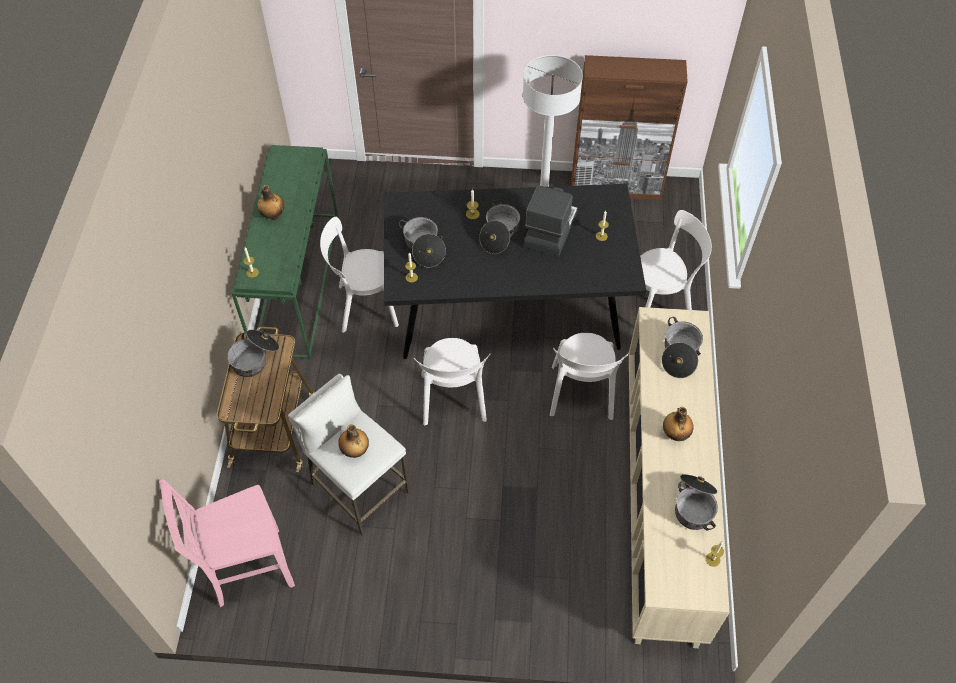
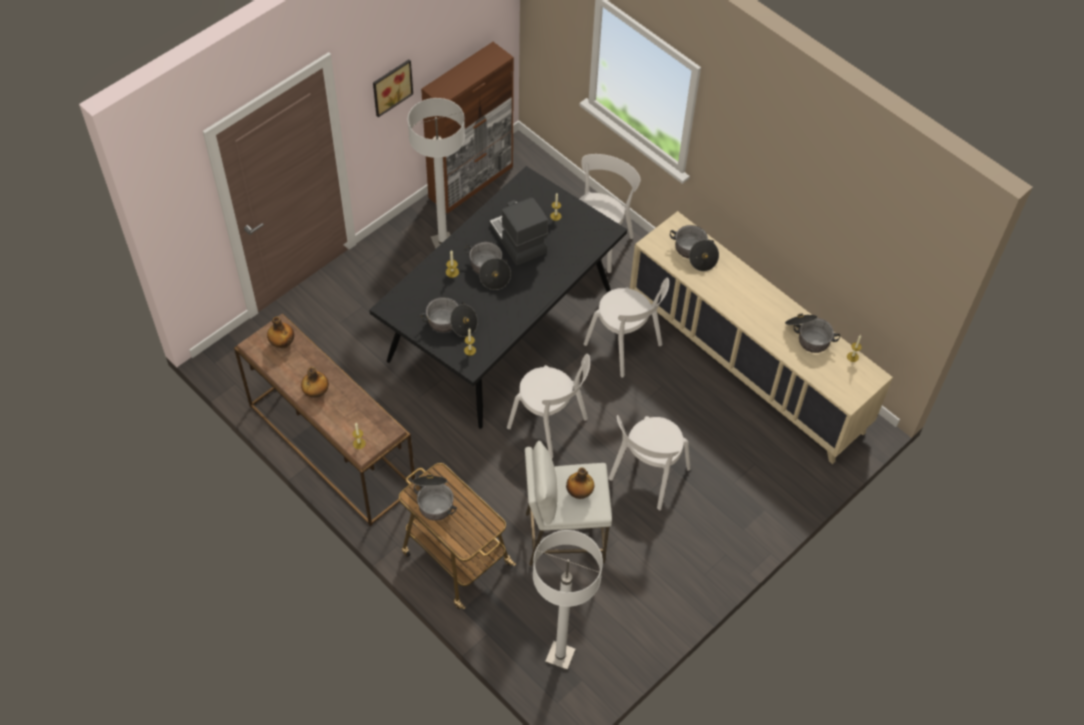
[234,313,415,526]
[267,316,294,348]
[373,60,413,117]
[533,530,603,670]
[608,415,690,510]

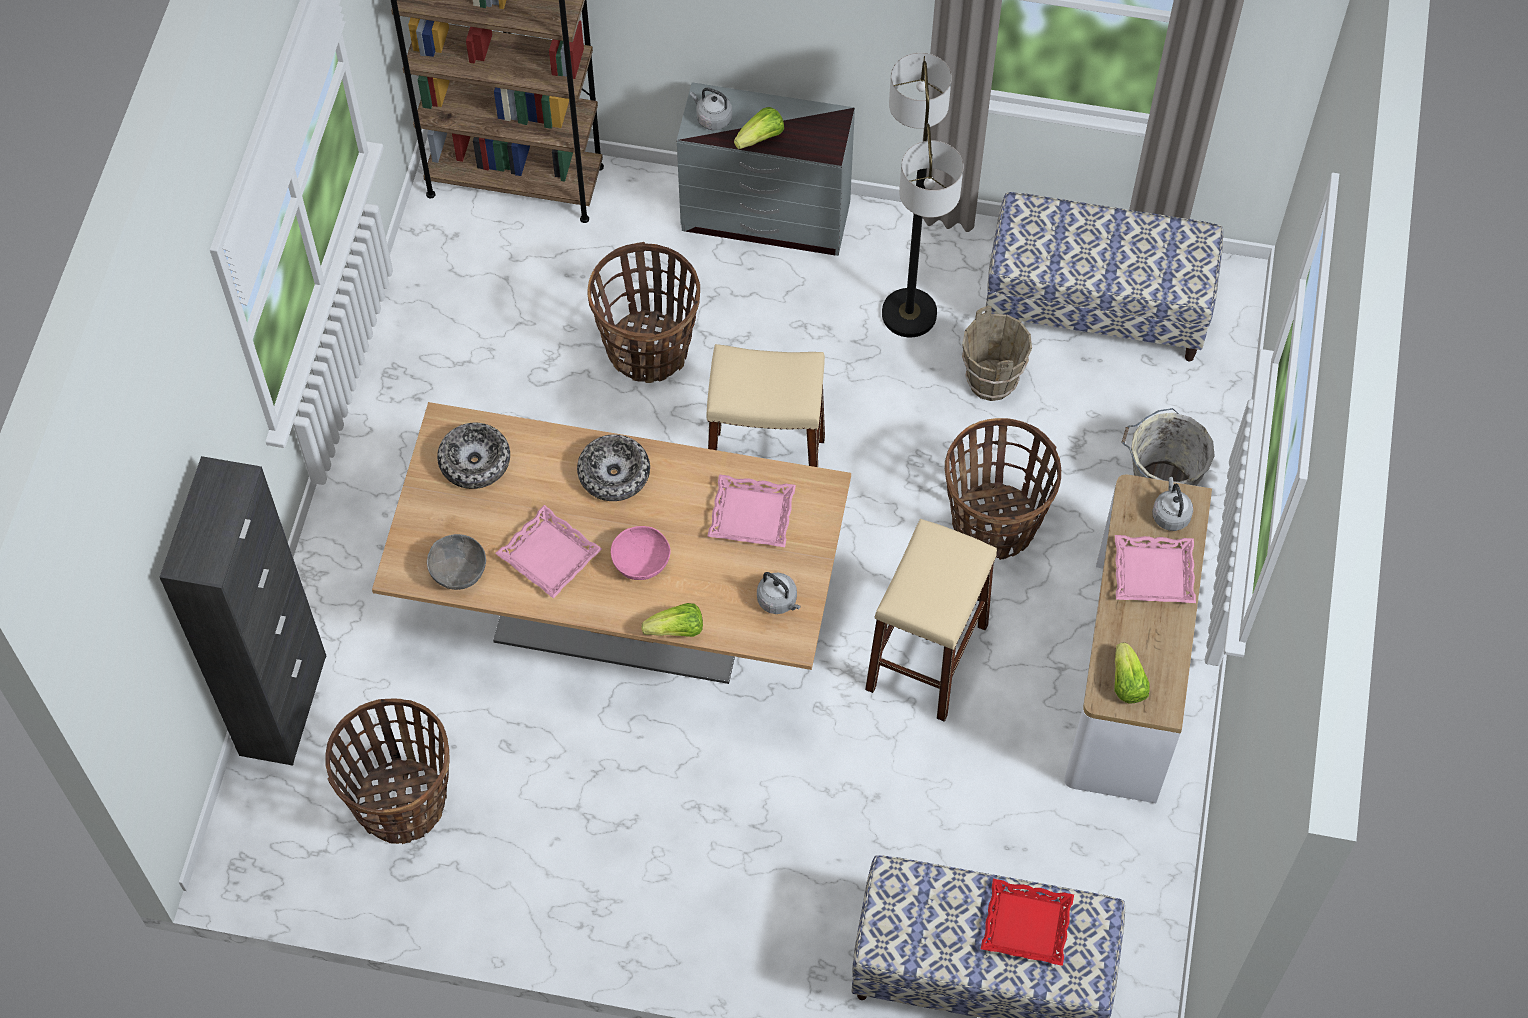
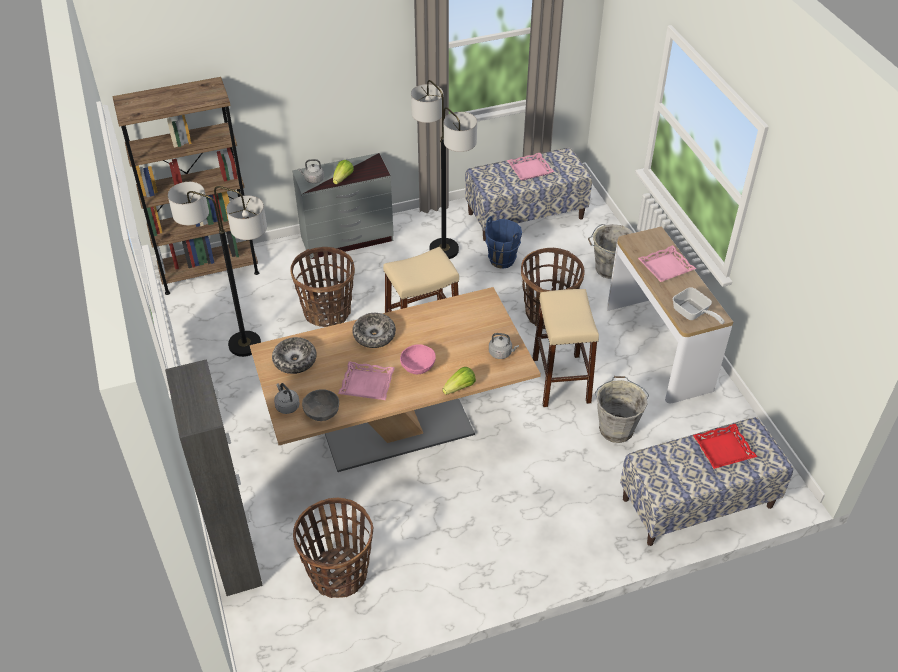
[168,182,267,357]
[274,383,300,414]
[485,216,522,269]
[507,153,554,180]
[595,376,649,443]
[673,287,725,324]

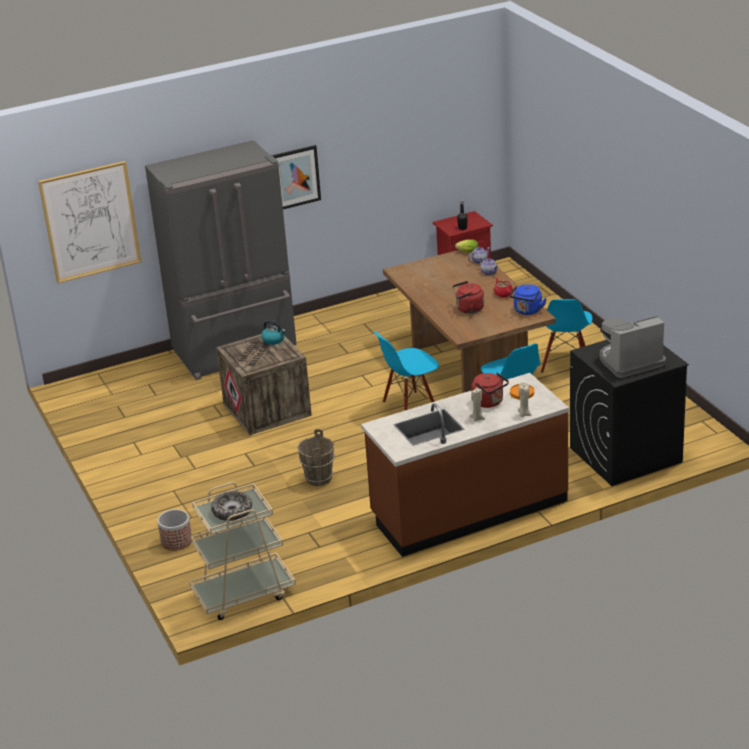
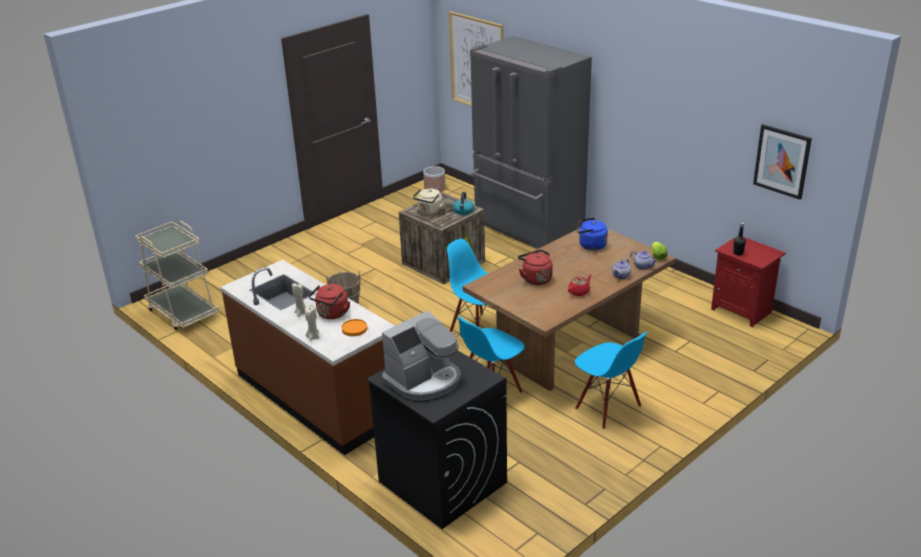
[382,311,461,401]
[413,189,445,215]
[423,166,445,192]
[575,332,648,429]
[577,217,608,251]
[753,124,812,200]
[211,491,252,521] (first image)

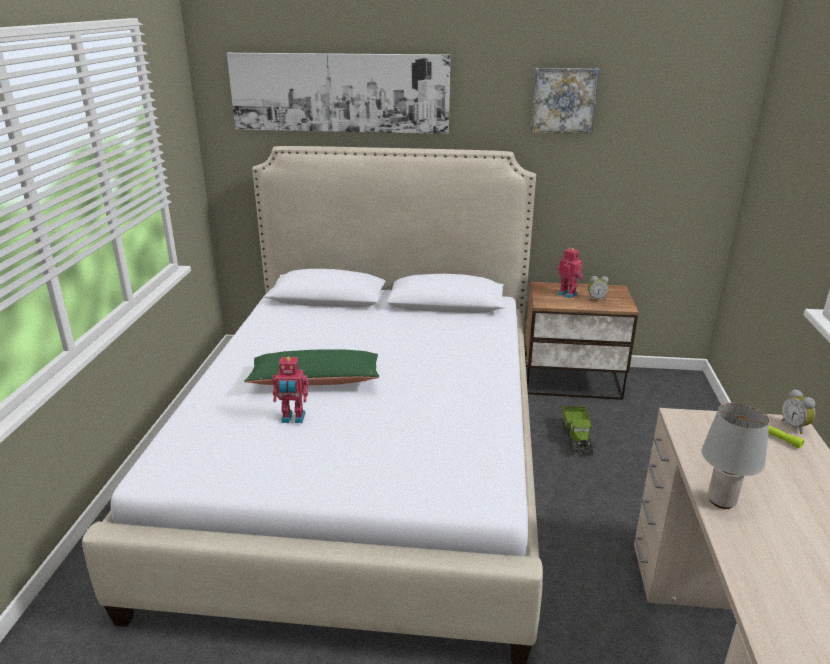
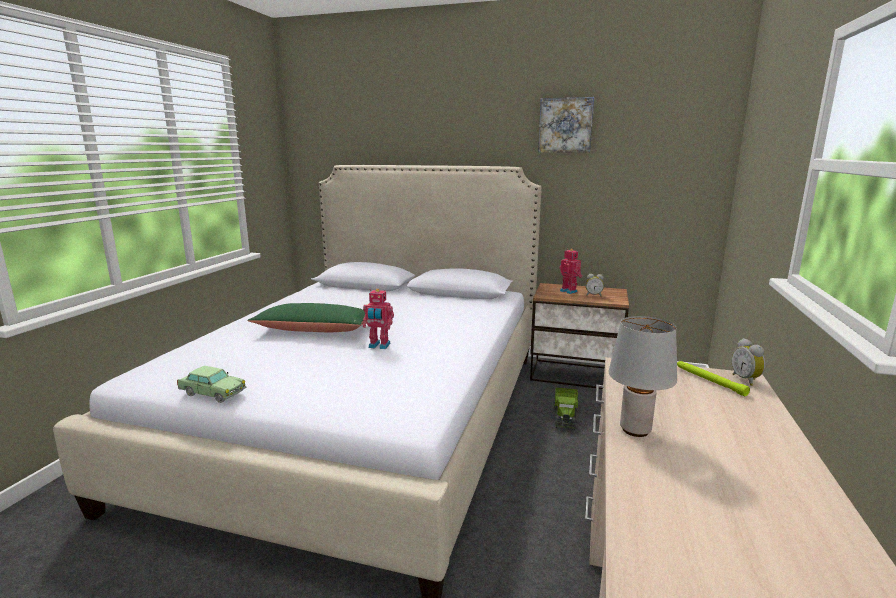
[177,366,246,403]
[363,289,394,349]
[227,53,450,134] (first image)

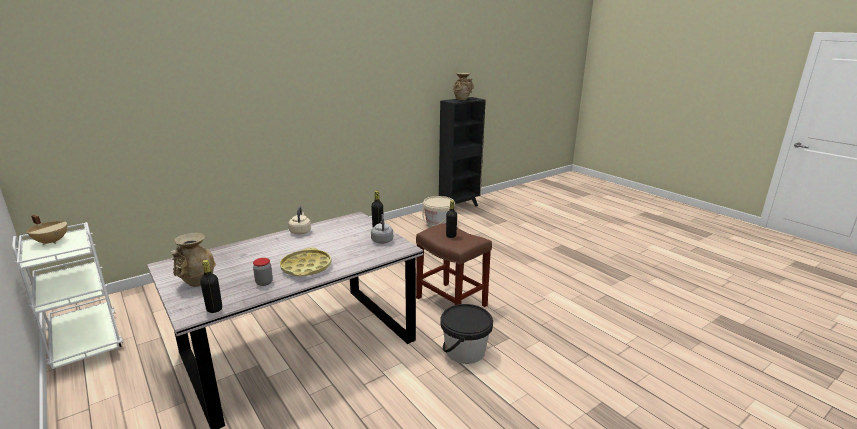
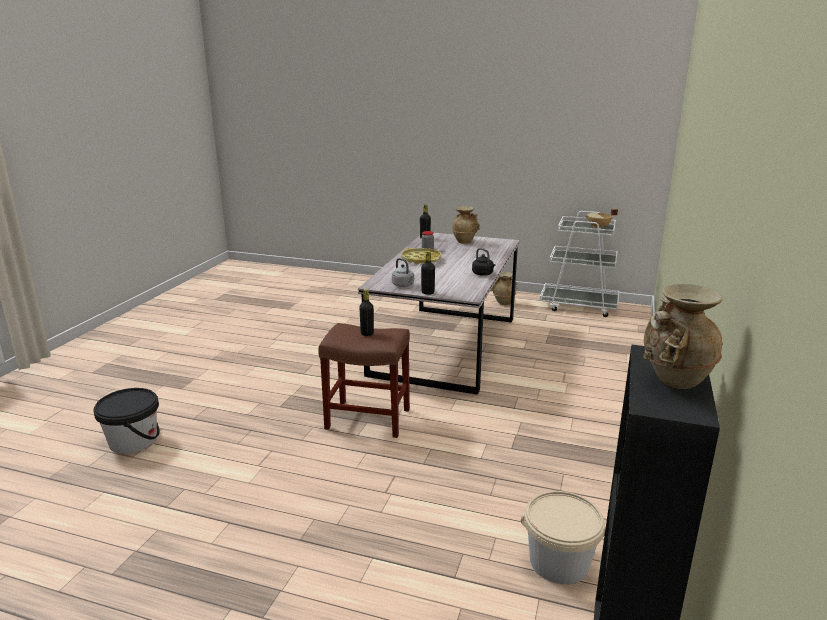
[94,388,160,454]
[472,248,495,276]
[491,271,517,305]

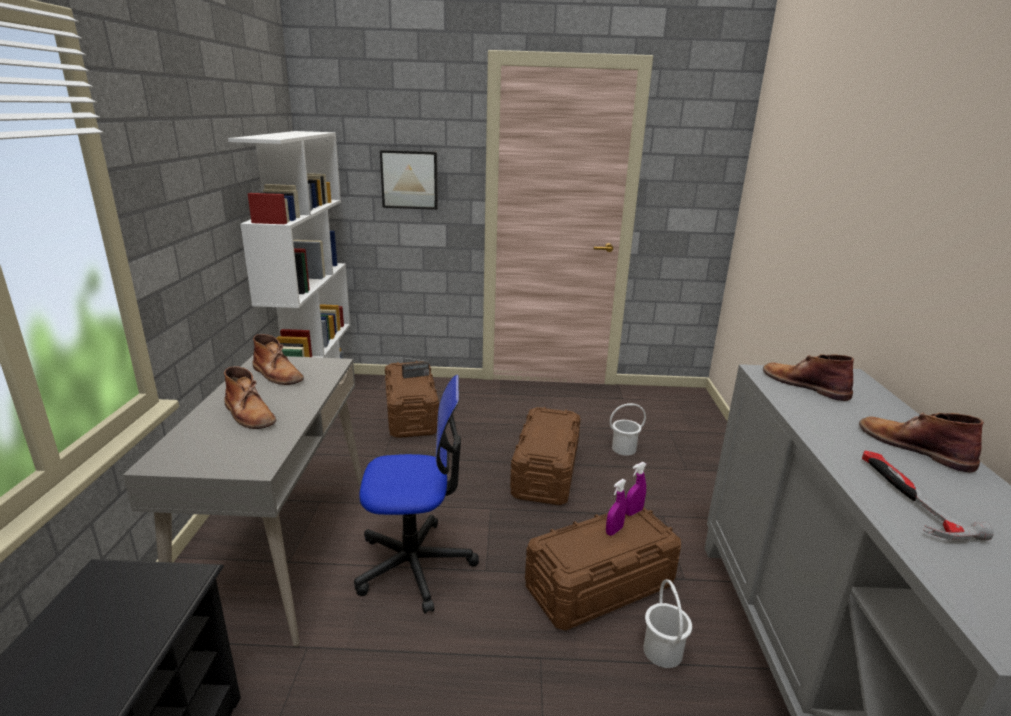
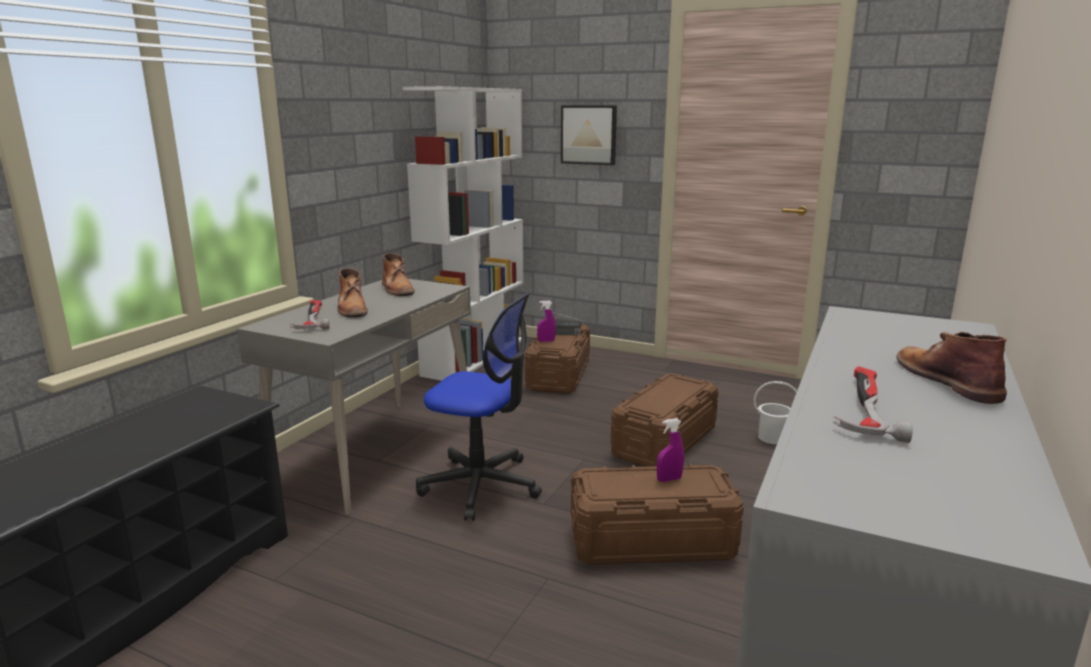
[291,300,329,329]
[537,301,556,342]
[643,579,692,668] (first image)
[763,354,854,401] (first image)

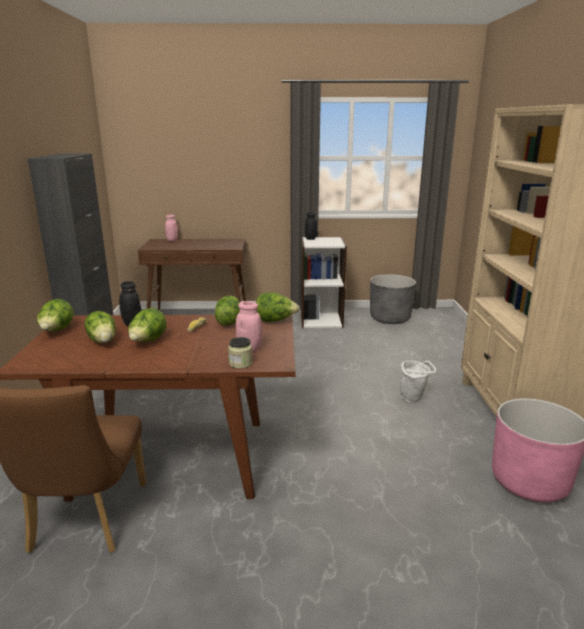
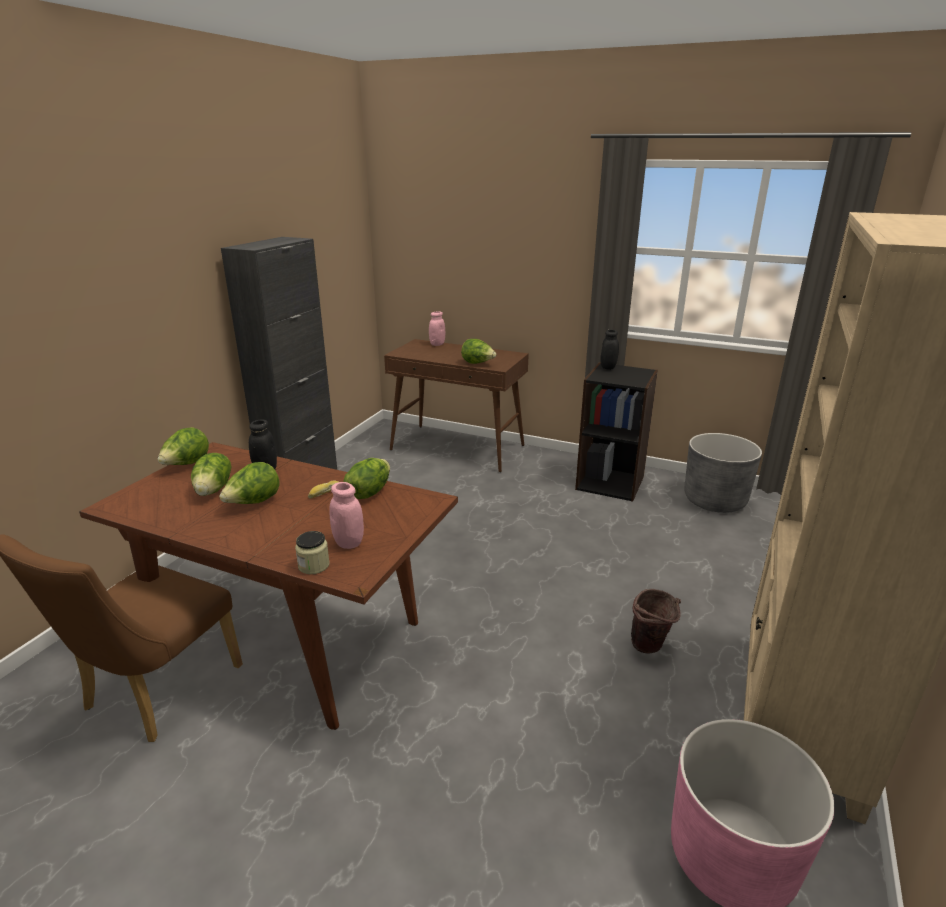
[461,339,496,364]
[575,362,658,502]
[631,589,681,654]

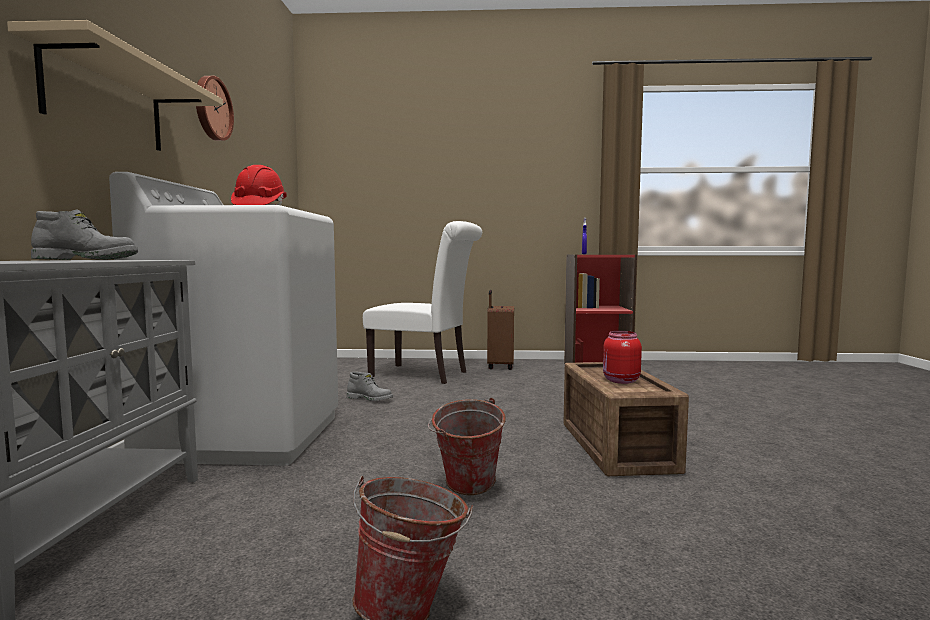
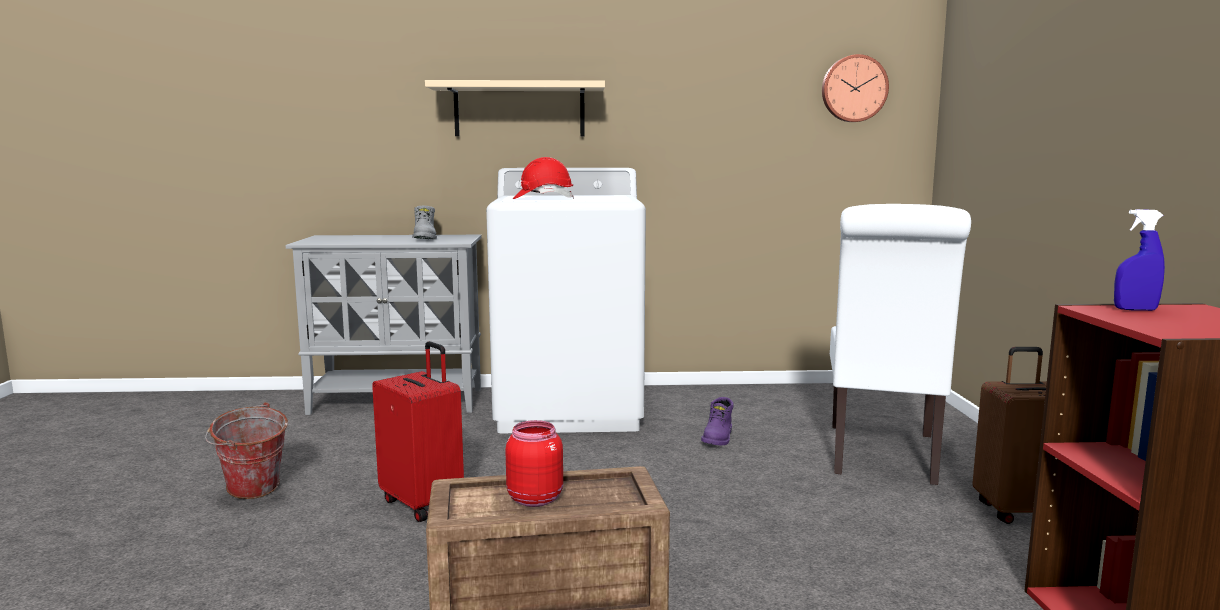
[372,341,464,522]
[701,397,734,445]
[822,54,889,122]

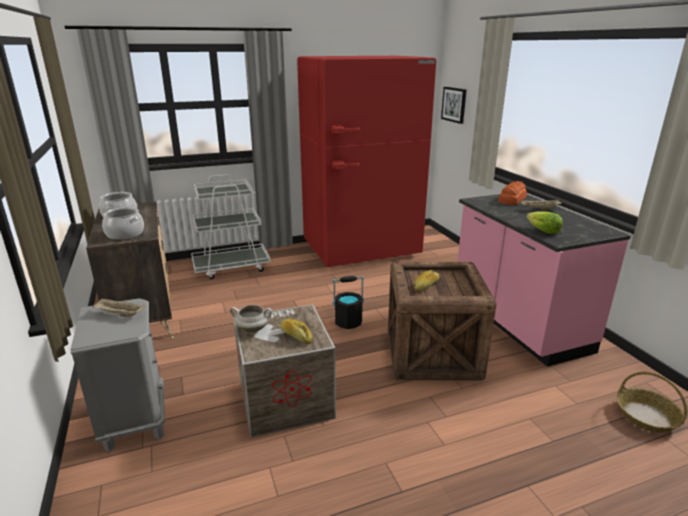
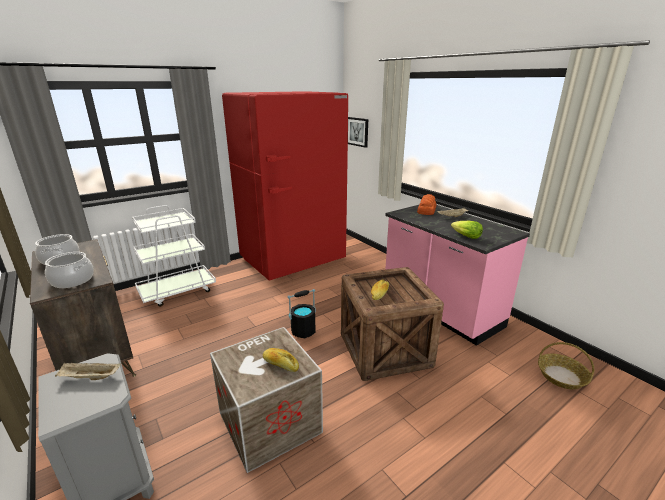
[230,305,272,333] (first image)

